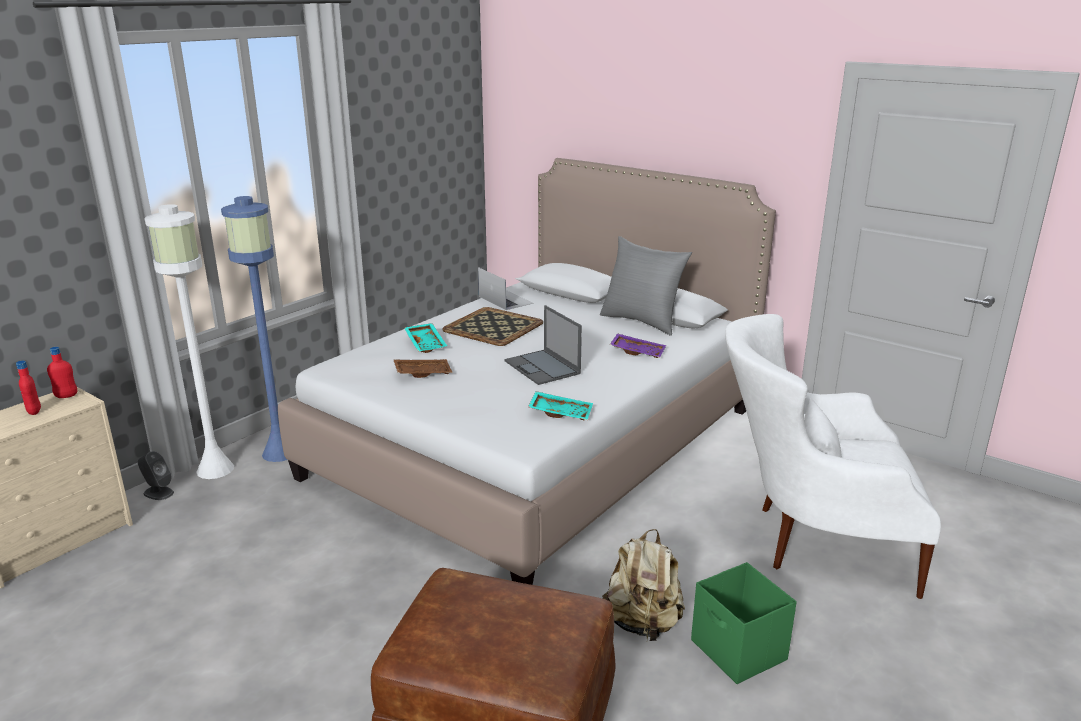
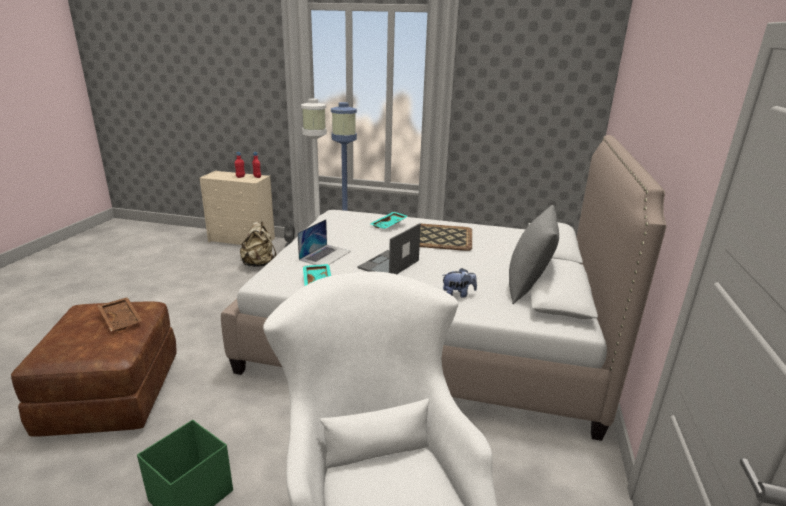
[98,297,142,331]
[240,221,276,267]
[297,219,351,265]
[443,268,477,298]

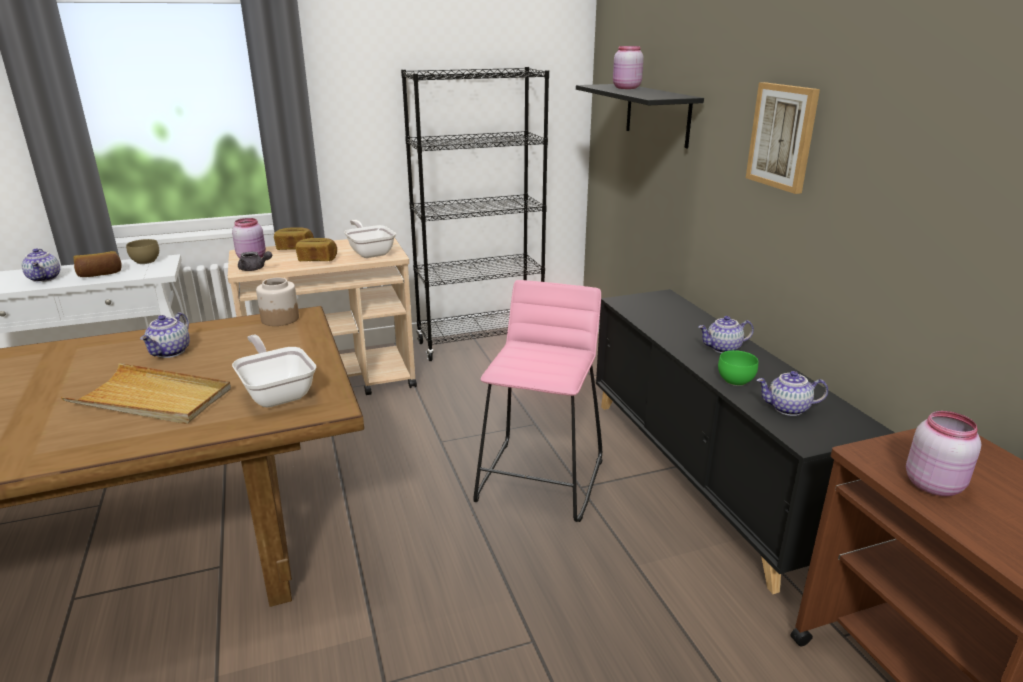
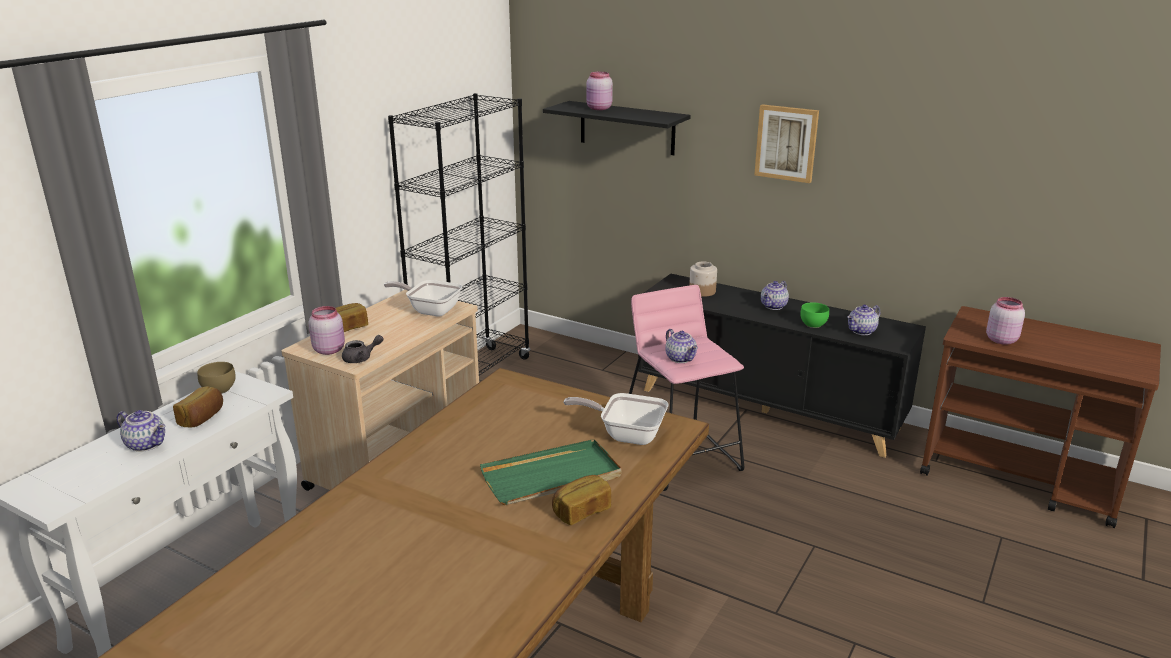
[480,439,622,505]
[552,475,611,525]
[665,329,698,363]
[689,261,717,297]

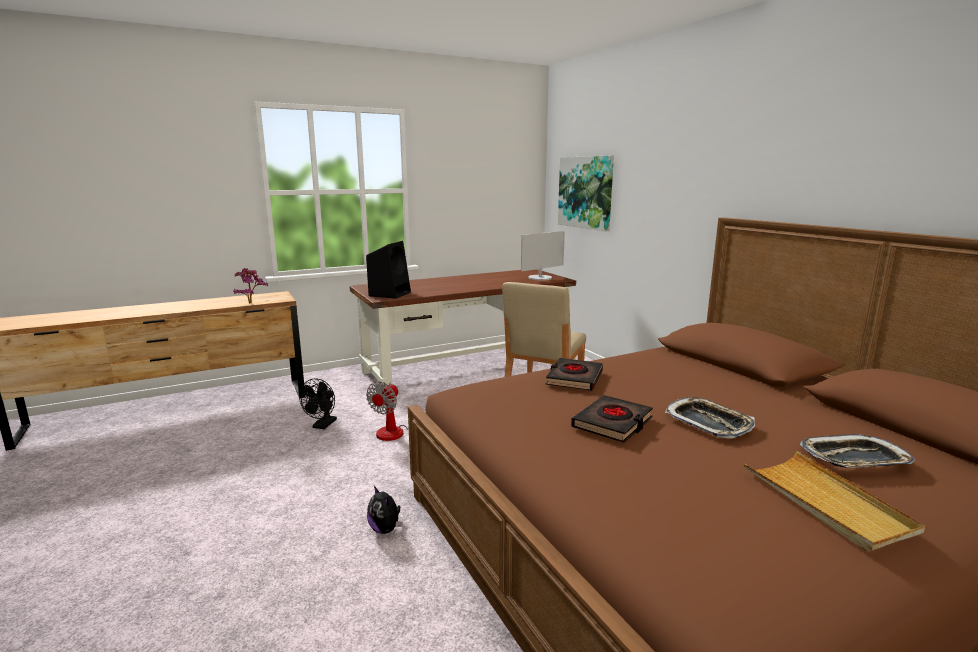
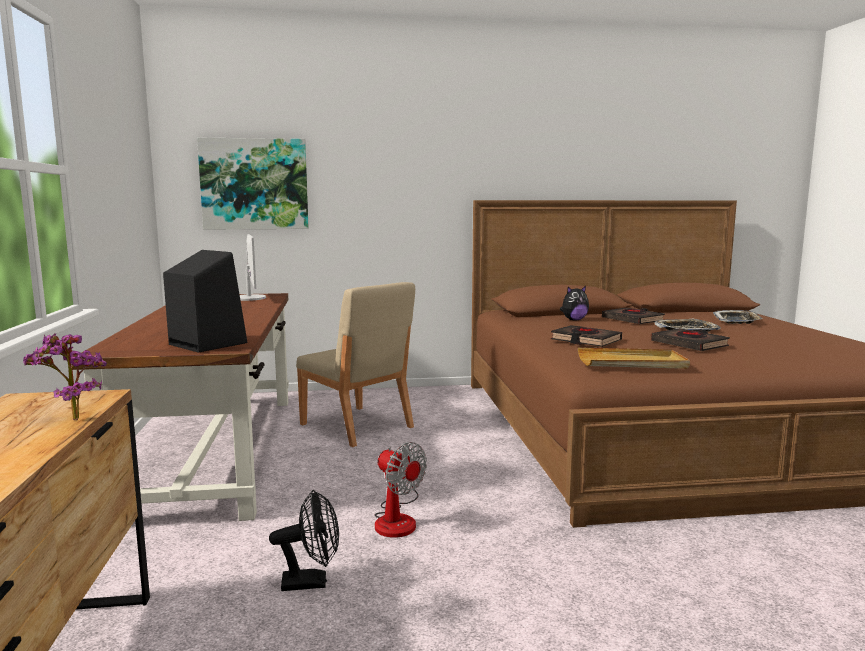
[269,490,339,591]
[560,286,589,321]
[578,347,690,369]
[602,308,665,324]

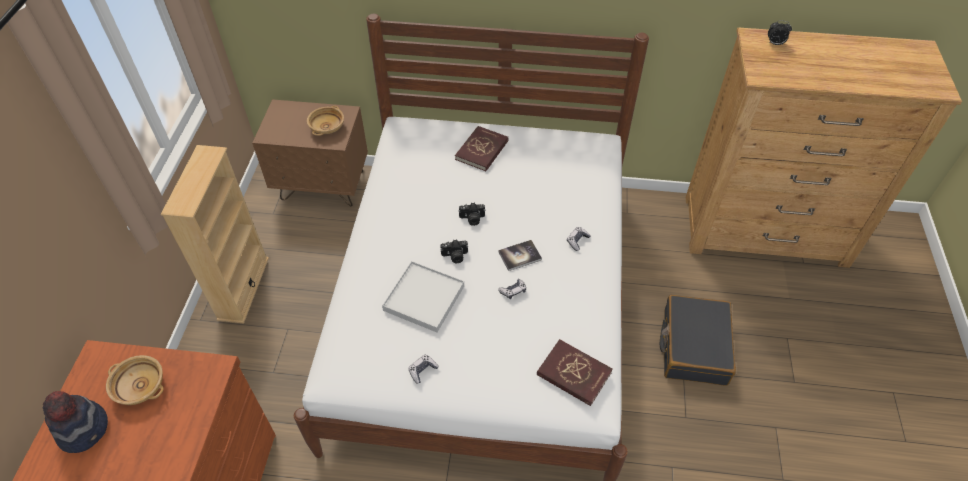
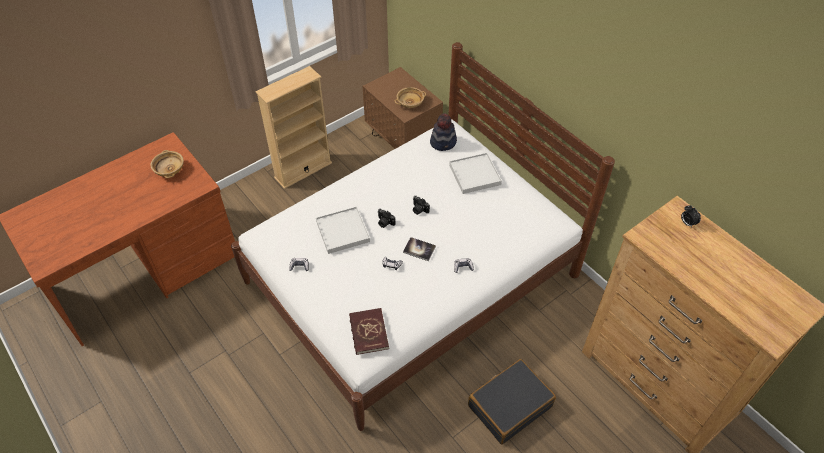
[430,113,457,151]
[449,153,502,194]

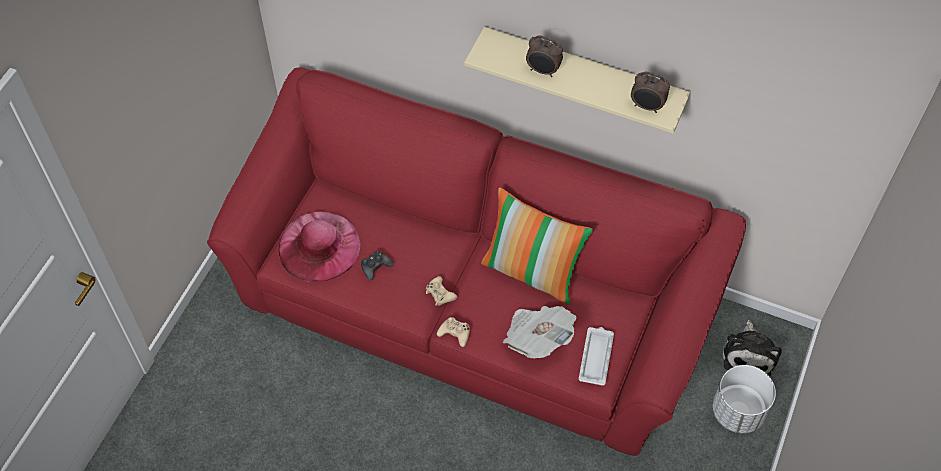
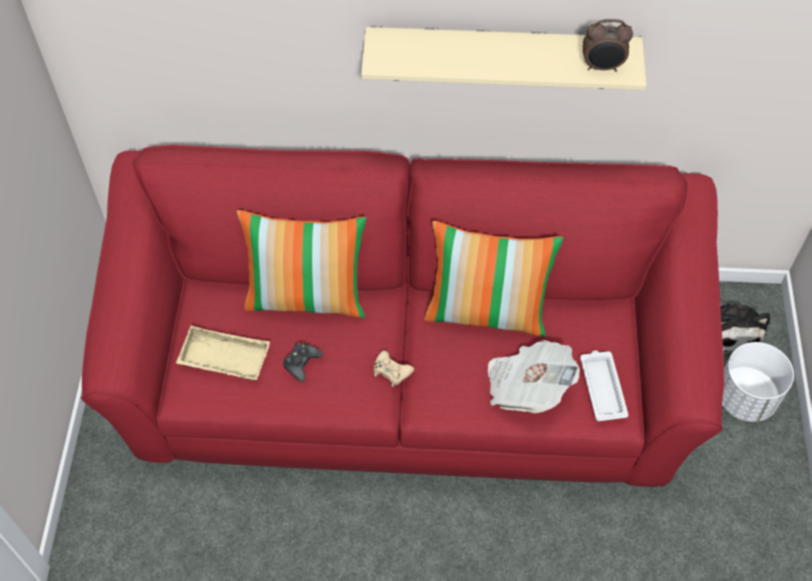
[176,325,270,380]
[237,210,366,318]
[437,317,470,347] (first image)
[526,35,563,77] (first image)

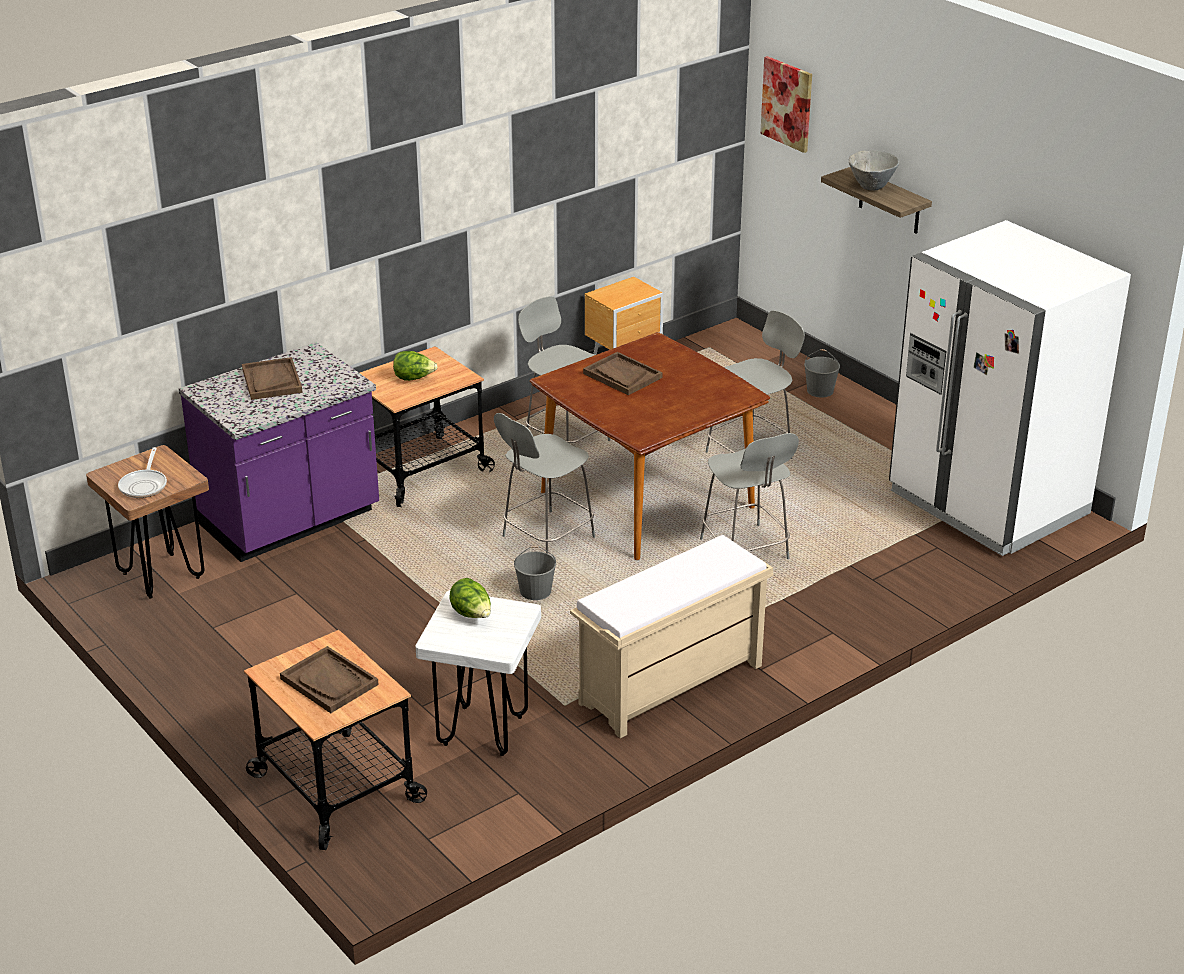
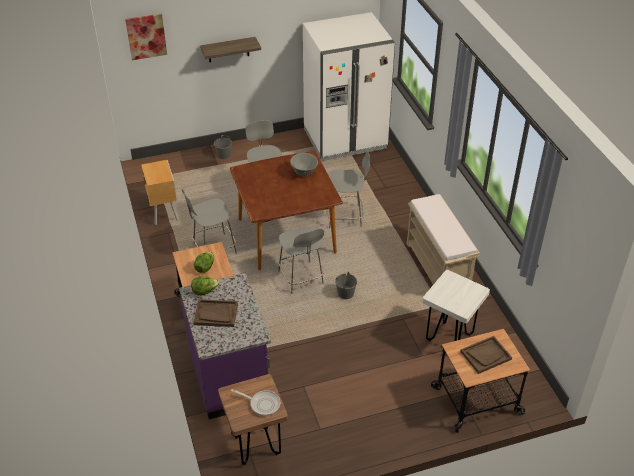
[191,276,219,296]
[290,153,318,177]
[583,352,662,395] (first image)

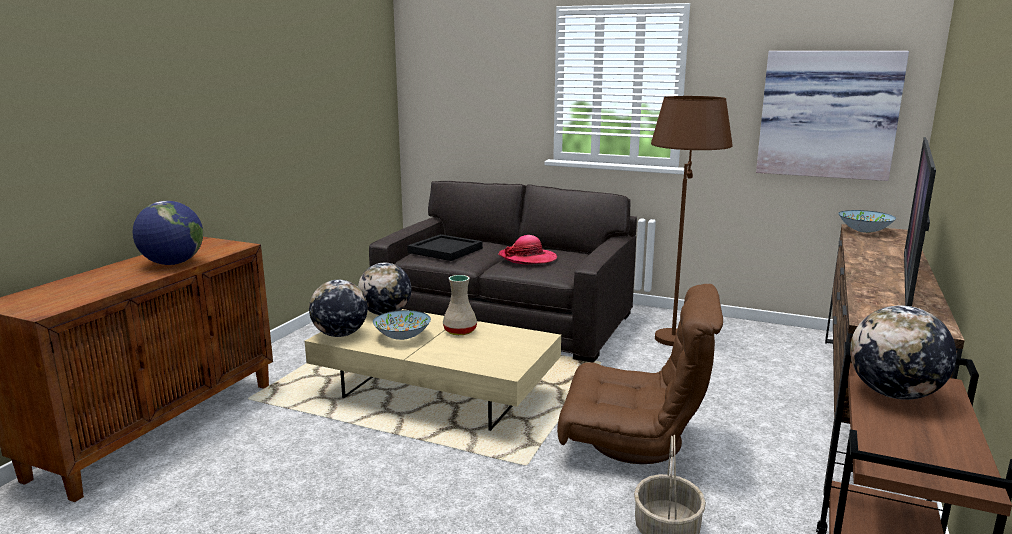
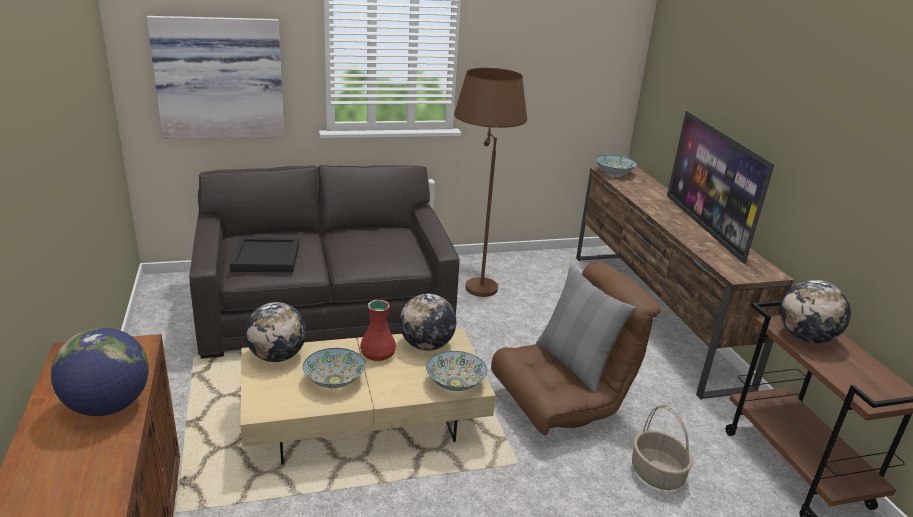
[147,16,284,139]
[360,300,396,361]
[400,294,456,351]
[426,351,487,391]
[536,264,636,393]
[498,235,557,265] (first image)

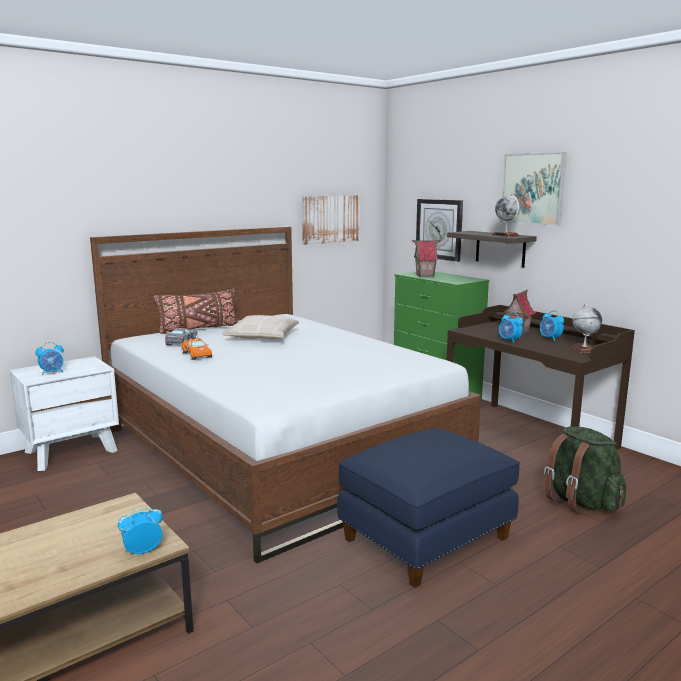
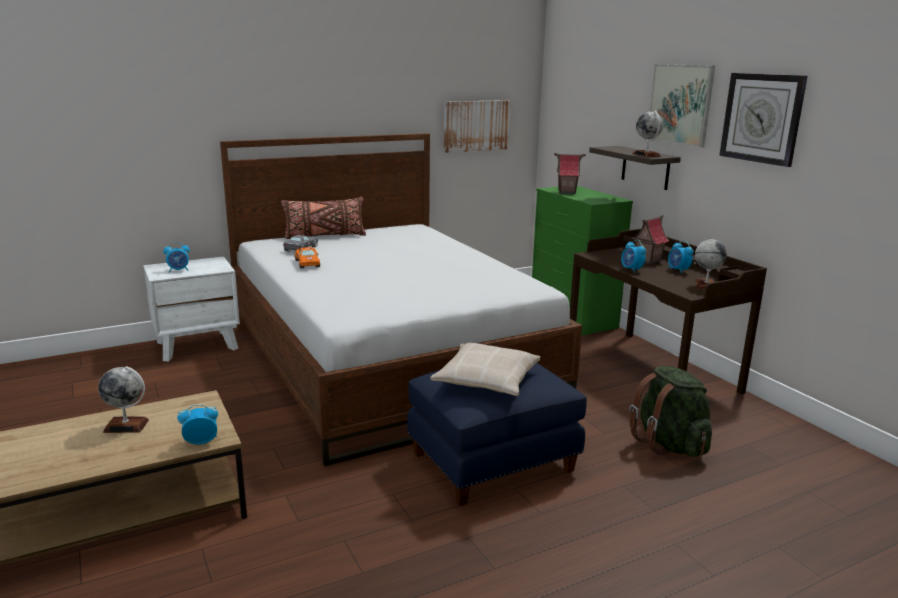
[98,366,149,433]
[430,343,540,396]
[719,73,807,167]

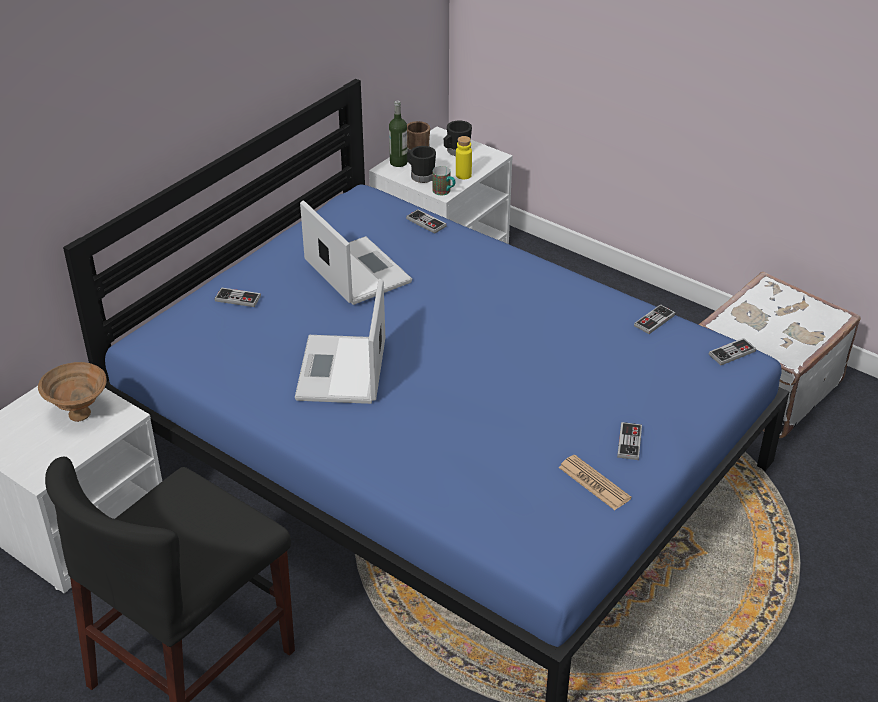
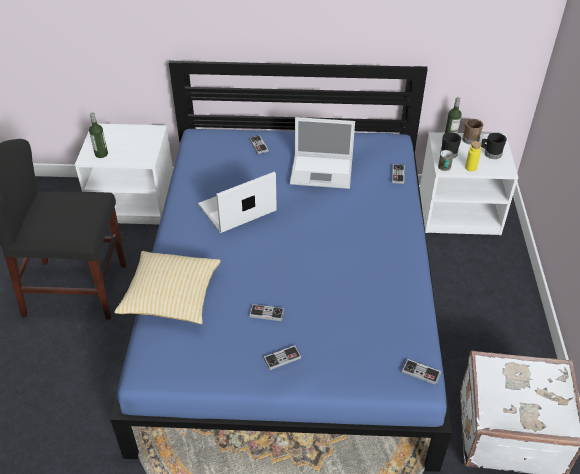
[89,112,108,158]
[114,251,221,324]
[249,304,284,321]
[290,117,355,189]
[38,362,107,422] (first image)
[558,455,631,510] (first image)

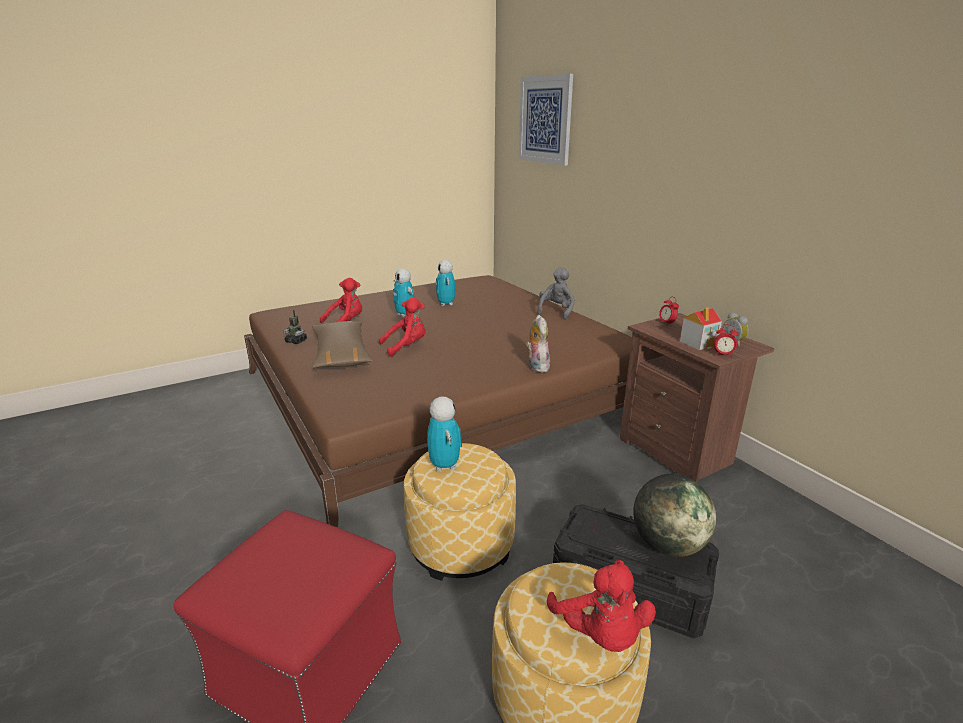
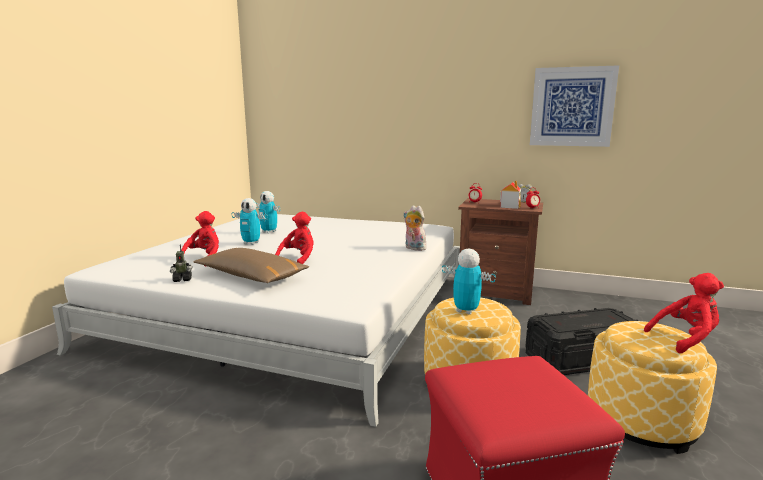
[52,214,460,427]
[530,65,619,147]
[644,273,724,353]
[537,267,575,320] (first image)
[633,474,716,557] (first image)

